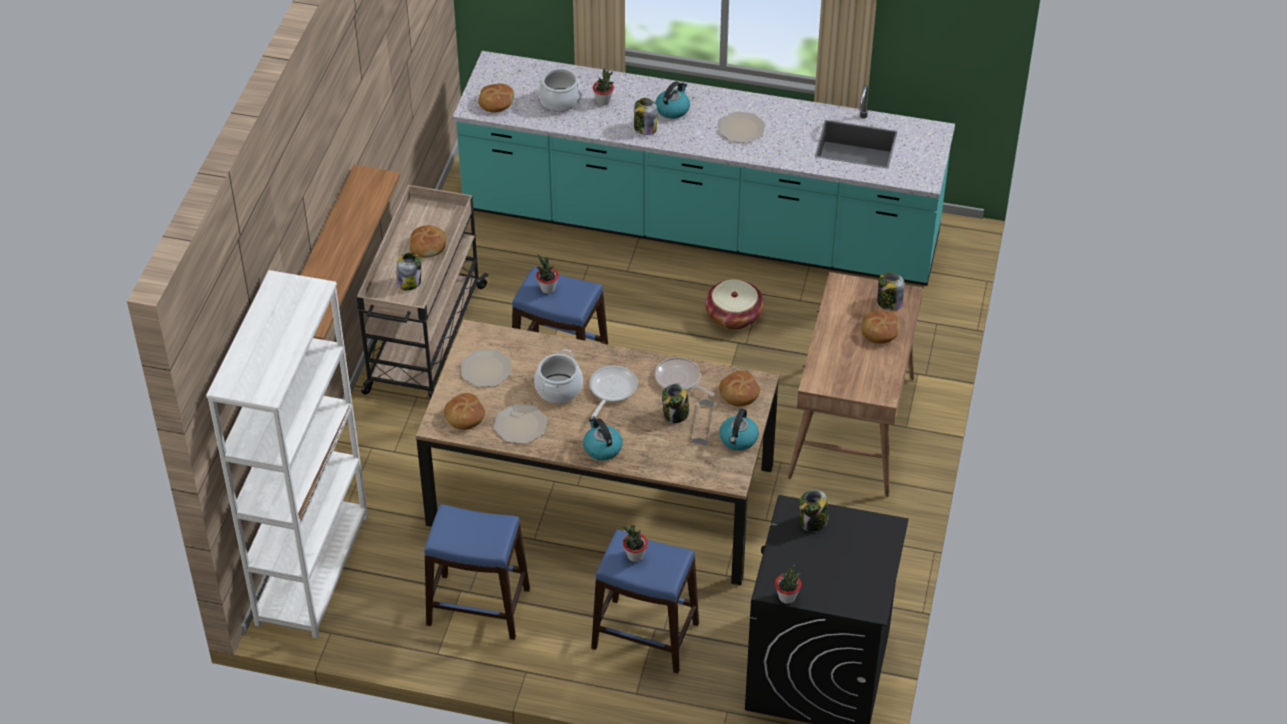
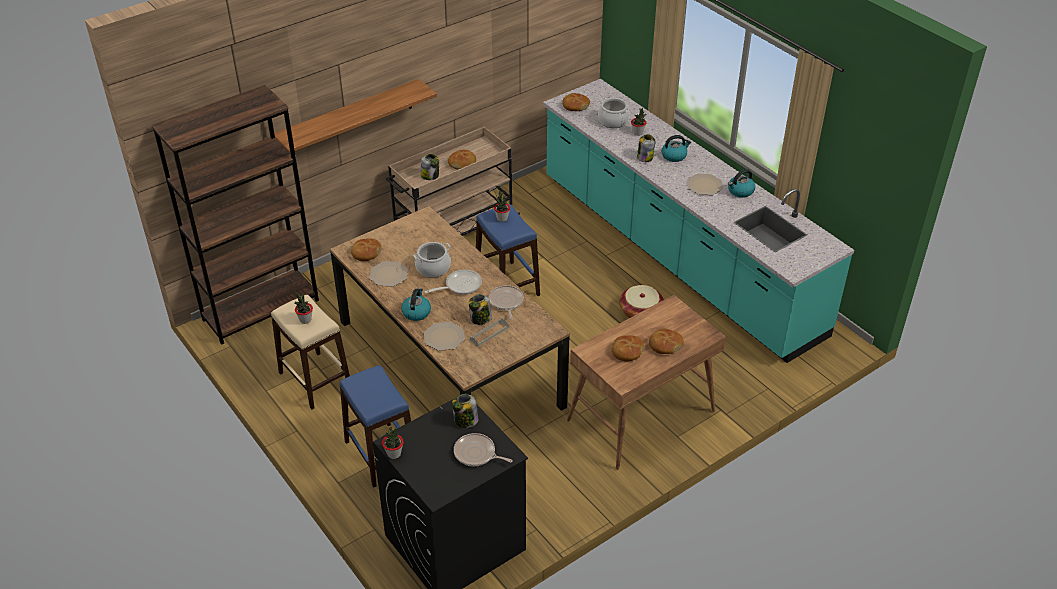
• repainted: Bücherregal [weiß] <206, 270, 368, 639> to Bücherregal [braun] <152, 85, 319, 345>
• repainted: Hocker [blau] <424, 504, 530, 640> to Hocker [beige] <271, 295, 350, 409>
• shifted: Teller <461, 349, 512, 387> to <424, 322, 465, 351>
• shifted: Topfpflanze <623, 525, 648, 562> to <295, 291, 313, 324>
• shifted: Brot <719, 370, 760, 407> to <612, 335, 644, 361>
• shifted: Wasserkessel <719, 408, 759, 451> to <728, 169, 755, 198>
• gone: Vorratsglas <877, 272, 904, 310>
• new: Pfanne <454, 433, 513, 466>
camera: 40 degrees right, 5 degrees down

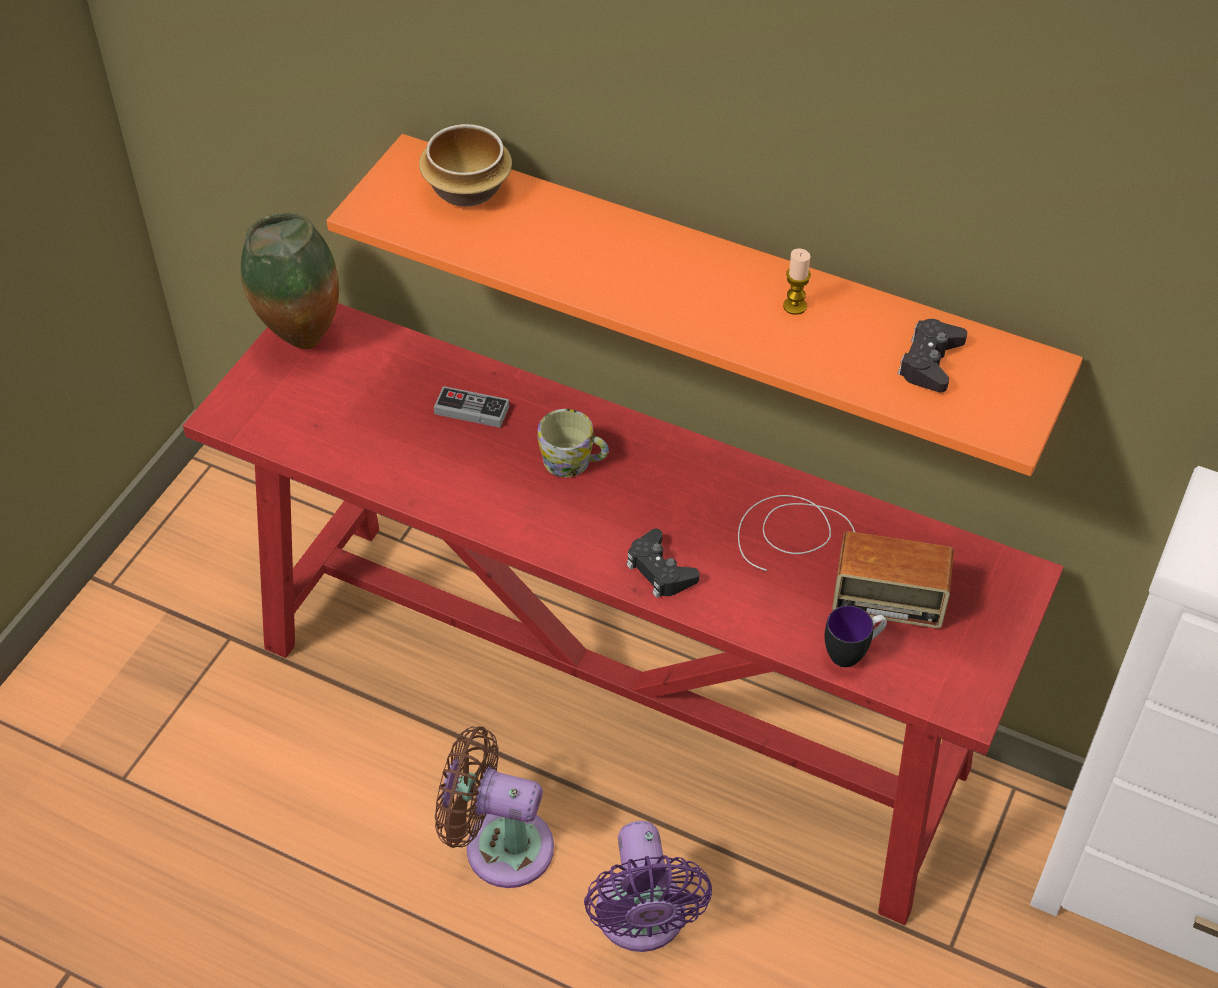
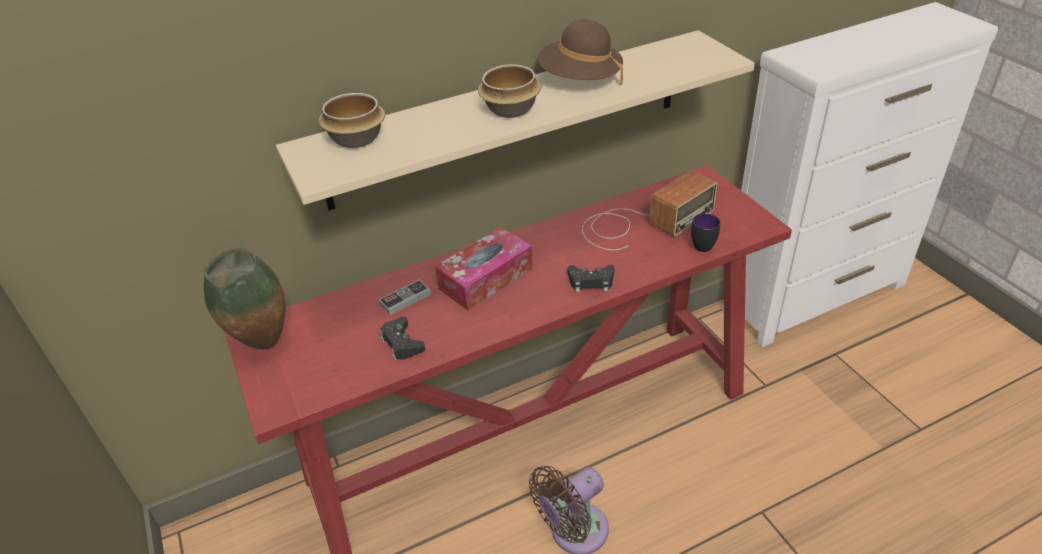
• repainted: Wandregal [orange] <327, 134, 1083, 476> to Wandregal [beige] <276, 30, 755, 211>
• swapped: Henkelbecher <538, 409, 609, 477> to Taschentuchbox <435, 227, 533, 310>
• gone: Ventilator [lila] <584, 821, 712, 952>
• swapped: Kerze <783, 249, 811, 315> to Hut [braun] <538, 19, 623, 85>
• shifted: Gamepad [schwarz] <897, 319, 967, 392> to <380, 316, 425, 360>
• new: Schüssel <478, 64, 541, 118>
camera: 50 degrees left, 10 degrees down

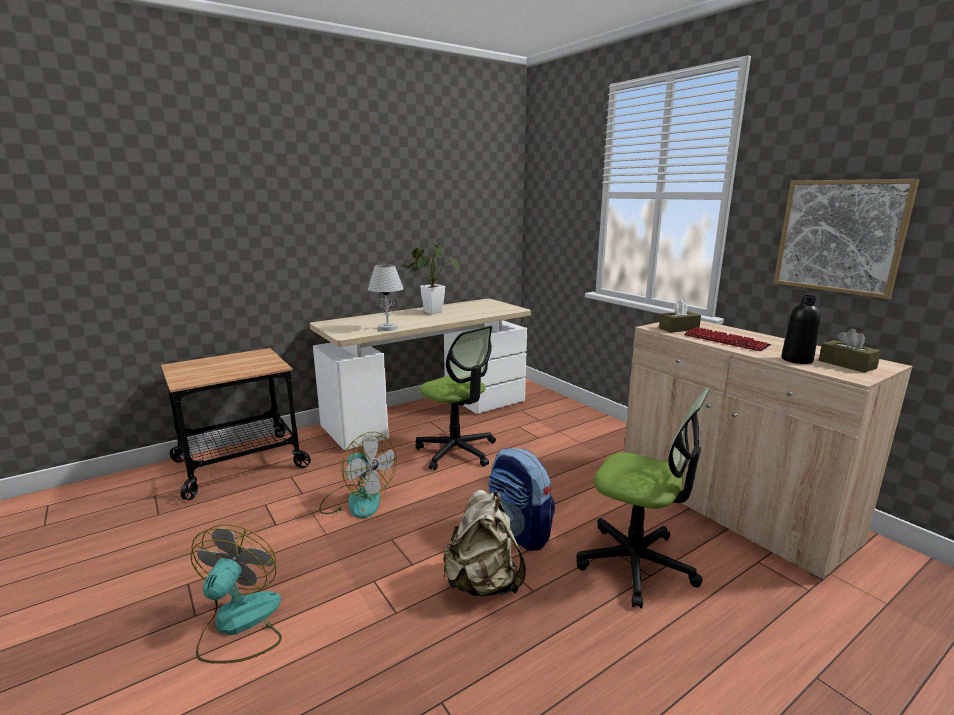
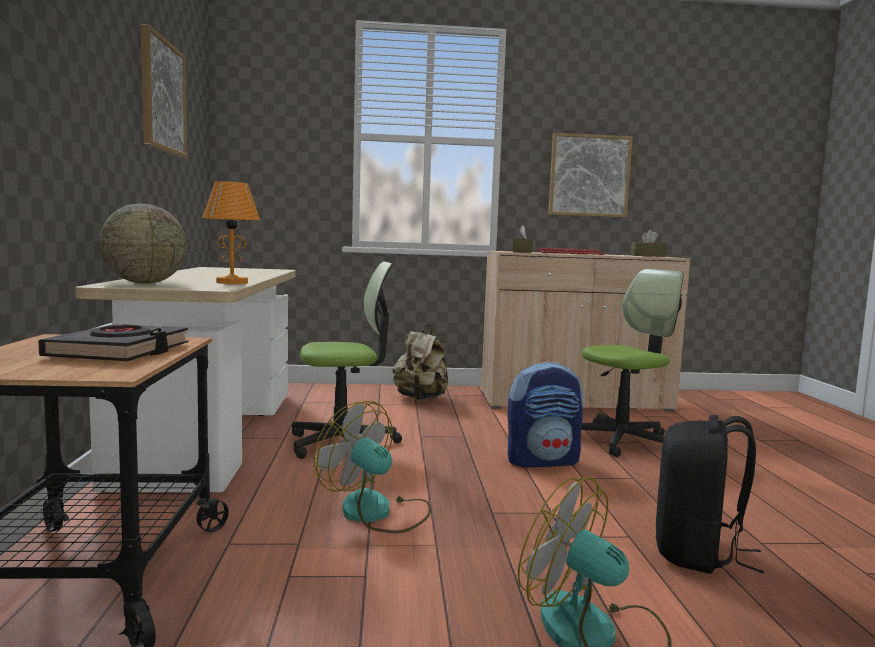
• rotated: Ventilator <319, 432, 397, 519> = <314, 401, 431, 533> 120 degrees counterclockwise
• repainted: Tischlampe [weiß] <368, 265, 404, 331> to Tischlampe [orange] <202, 181, 260, 284>
• gone: Topfpflanze <408, 243, 459, 314>
• shifted: Rucksack [beige] <443, 490, 526, 597> to <393, 325, 448, 400>
• gone: Flasche [schwarz] <781, 295, 821, 364>
• new: Buch [schwarz] <38, 324, 189, 361>
• new: Globus <99, 204, 187, 284>
• new: Bild <140, 24, 187, 158>
• new: Rucksack [schwarz] <656, 415, 764, 574>
camera: 60 degrees left, 10 degrees down

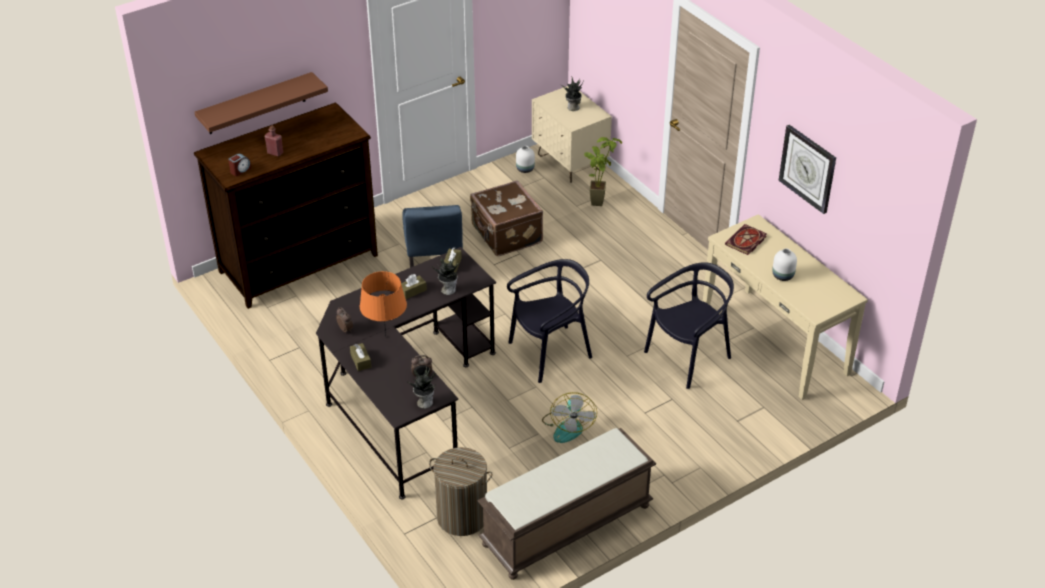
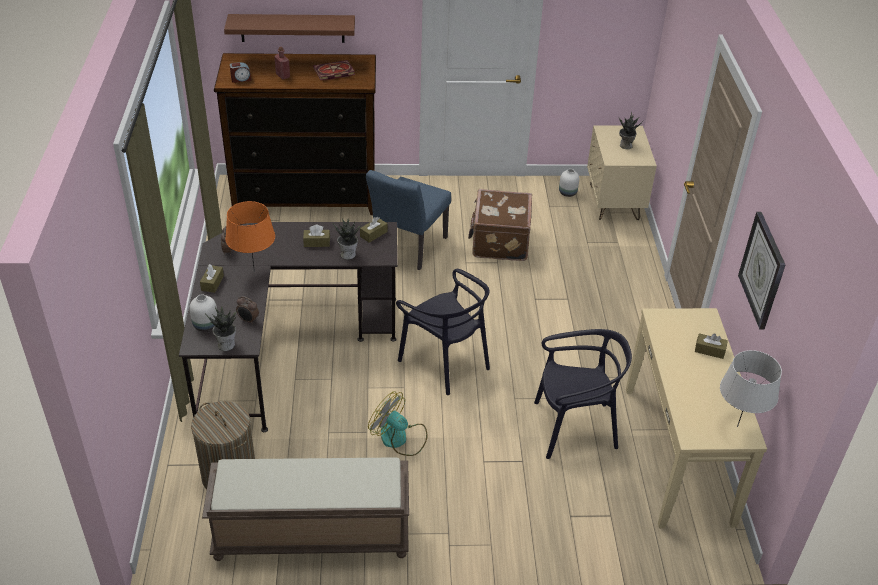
• rotated: Stuhl [schwarz] <507, 259, 592, 383> = <396, 269, 490, 395> 45 degrees clockwise
• rotated: Ventilator <542, 392, 597, 443> = <368, 391, 427, 456> 90 degrees clockwise
• gone: Topfpflanze <584, 137, 622, 206>
• shifted: Buch <725, 224, 767, 255> to <313, 60, 355, 80>
• shifted: Vase [weiß] <772, 249, 797, 281> to <190, 294, 217, 332>
• new: Taschentuchbox [braun] <695, 333, 728, 359>
• new: Tischlampe [grau] <720, 350, 782, 427>
camera: 30 degrees right, 0 degrees up

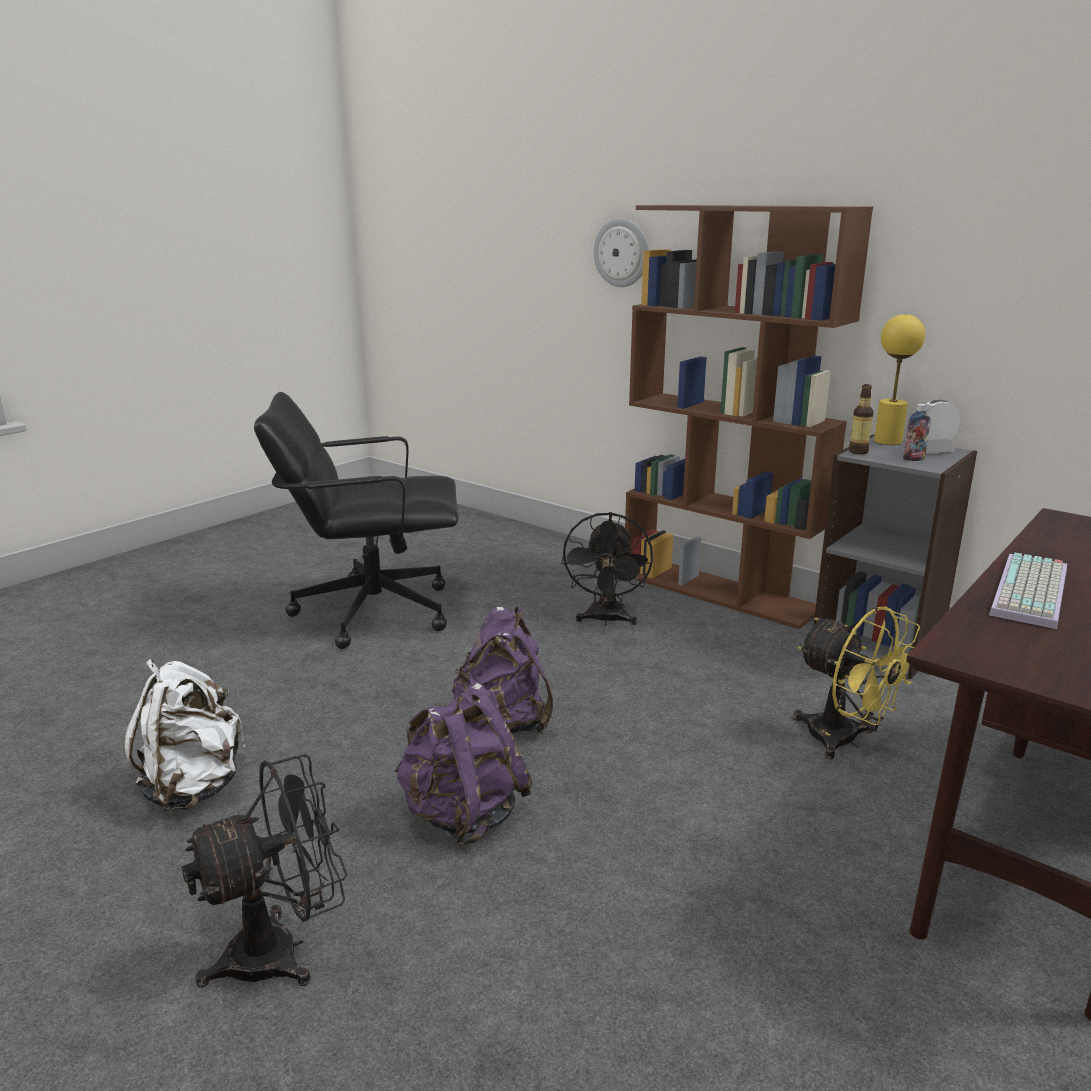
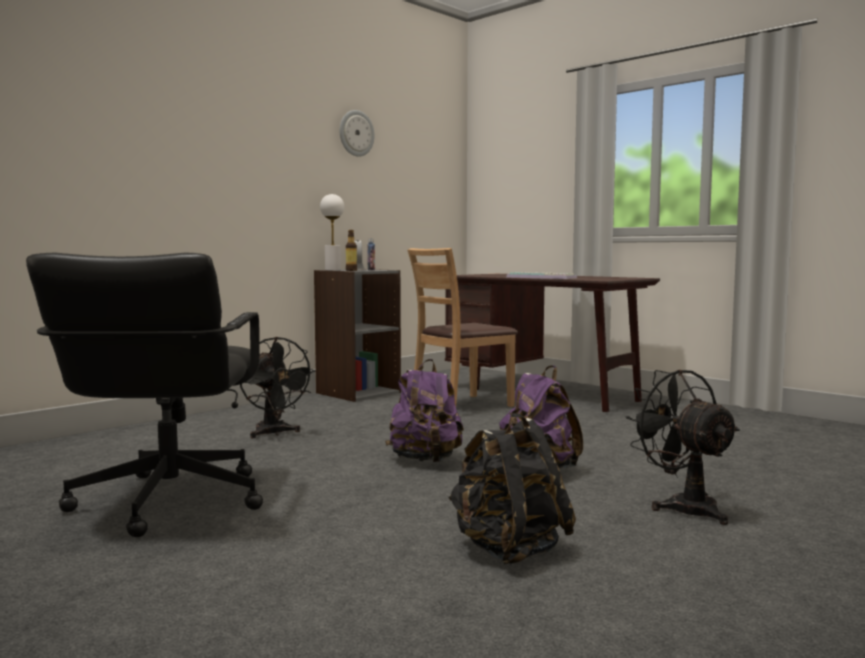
• repainted: Rucksack [weiß] <123, 659, 245, 811> to Rucksack [schwarz] <449, 413, 576, 564>
• rotated: Ventilator [schwarz] <561, 512, 653, 625> = <240, 337, 316, 438> 45 degrees clockwise
• shifted: Wanduhr <594, 218, 648, 287> to <340, 110, 375, 157>
• gone: Bücherregal [braun] <625, 205, 873, 629>
• swapped: Ventilator [gelb] <794, 606, 920, 760> to Stuhl [braun] <407, 248, 518, 407>
• repainted: Tischlampe [gelb] <874, 314, 925, 445> to Tischlampe [weiß] <320, 194, 344, 270>
camera: 85 degrees left, 15 degrees down

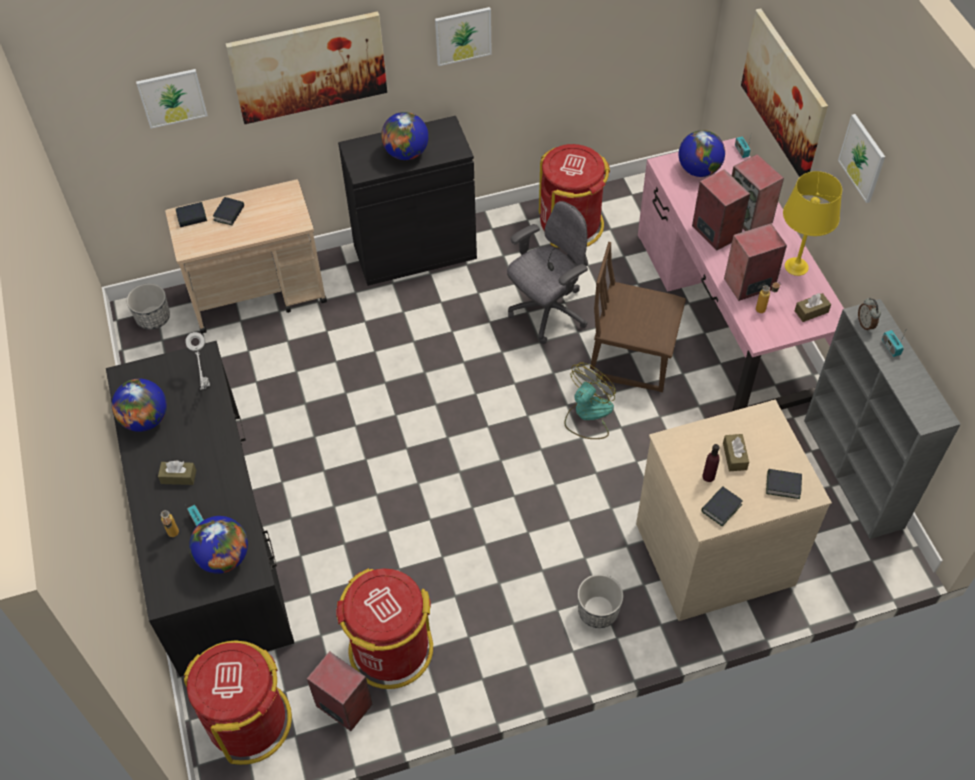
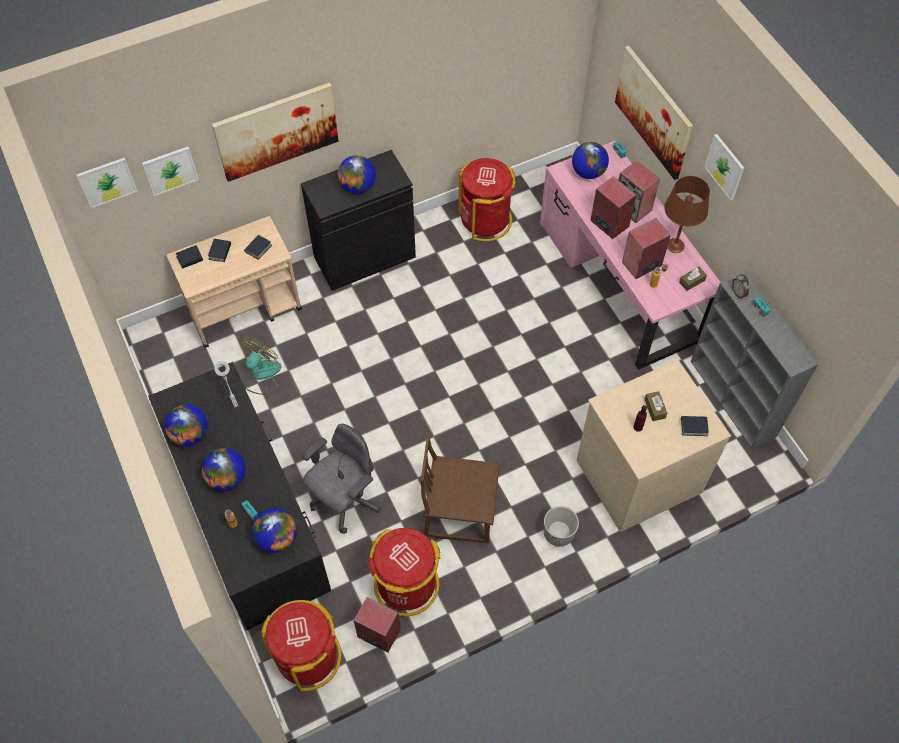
• gone: Pflanzkübel <127, 283, 170, 330>
• swapped: Taschentuchbox [braun] <158, 460, 196, 485> to Globus <202, 448, 246, 491>
• shifted: Bild <435, 7, 492, 66> to <76, 158, 138, 208>
• shifted: Bürostuhl [grau] <507, 201, 588, 344> to <302, 424, 381, 534>
• shifted: Ventilator <565, 363, 616, 439> to <241, 337, 281, 395>
• shifted: Stuhl [braun] <590, 242, 686, 392> to <421, 436, 500, 543>
• shifted: Buch <701, 486, 743, 526> to <244, 235, 272, 260>
• repainted: Tischlampe [gelb] <783, 171, 842, 276> to Tischlampe [braun] <664, 176, 710, 253>
camera: 10 degrees left, 5 degrees up

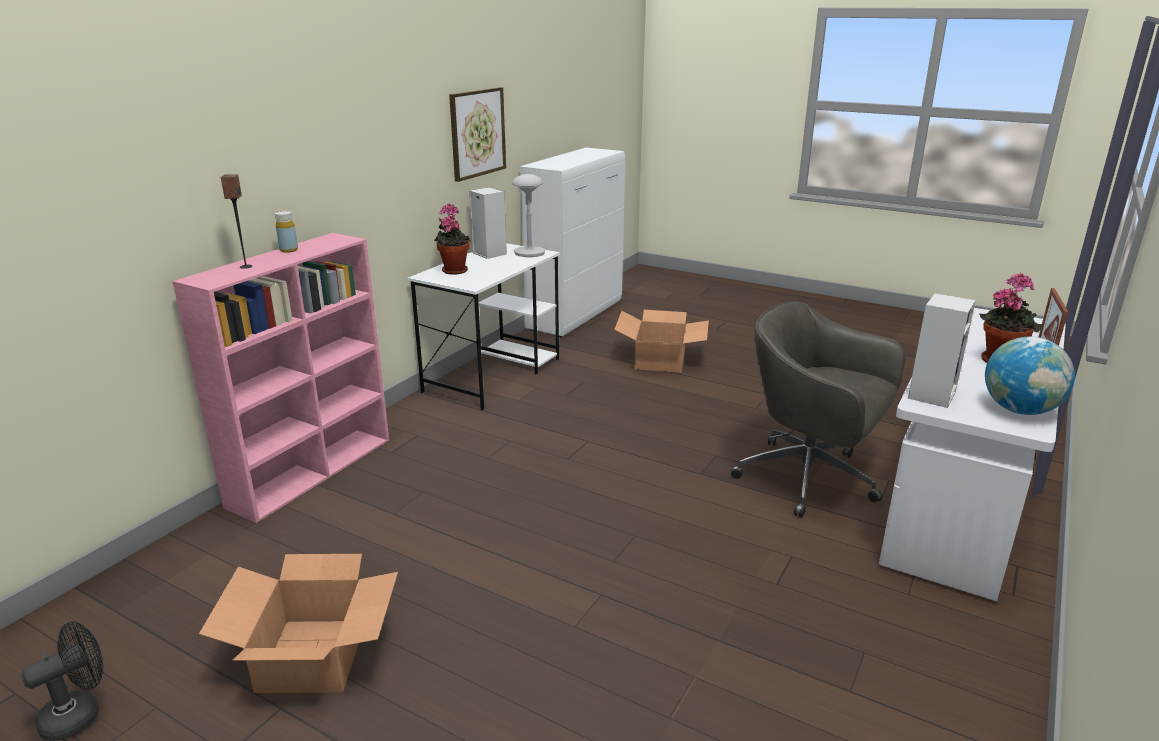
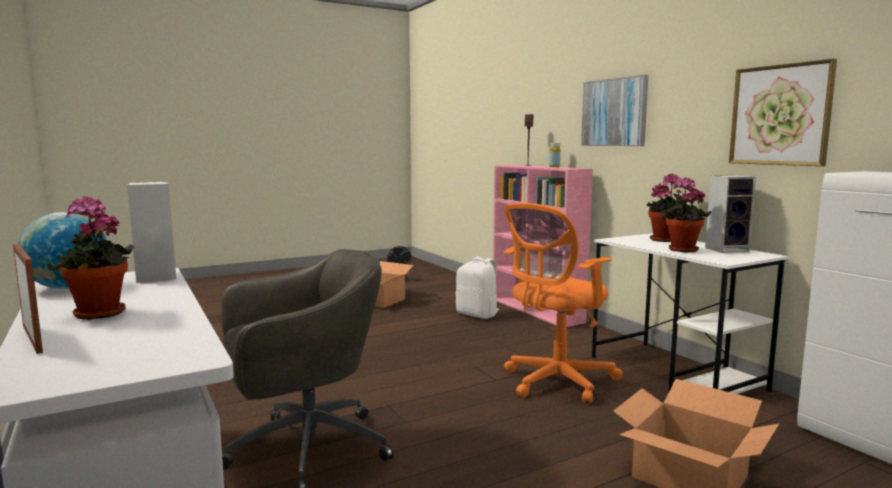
• gone: Tischlampe [grau] <512, 174, 545, 257>
• new: Rucksack [weiß] <455, 256, 499, 319>
• new: Bürostuhl [orange] <504, 203, 623, 404>
• new: Bild <581, 75, 649, 146>
• new: Topfpflanze <661, 177, 711, 252>
camera: 120 degrees right, 15 degrees down

